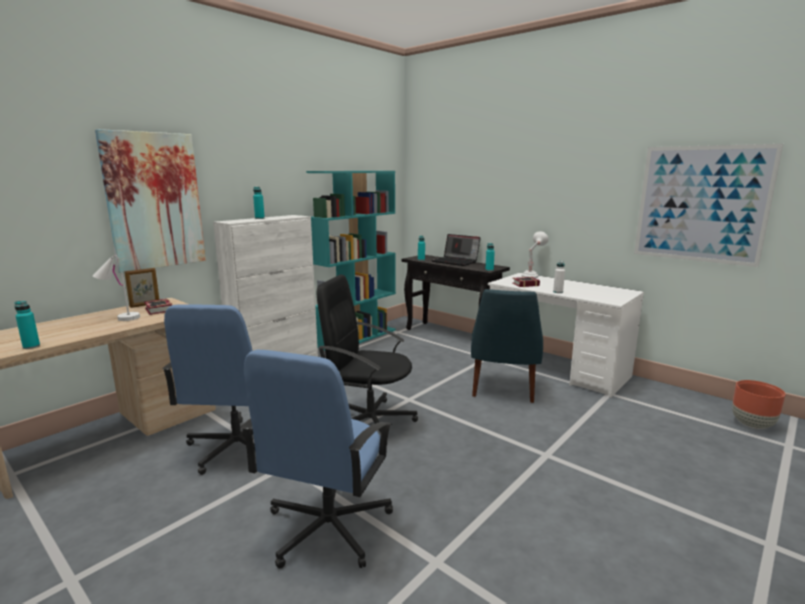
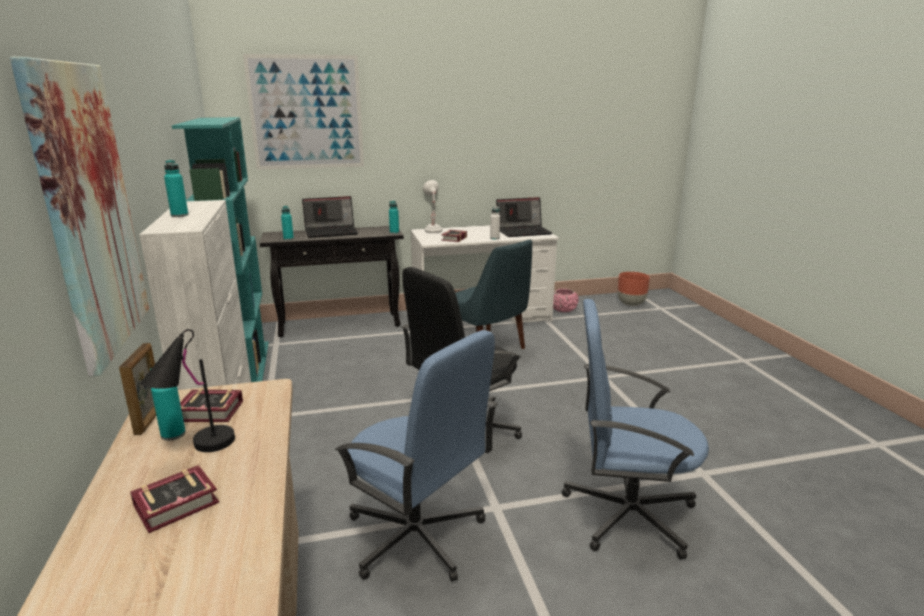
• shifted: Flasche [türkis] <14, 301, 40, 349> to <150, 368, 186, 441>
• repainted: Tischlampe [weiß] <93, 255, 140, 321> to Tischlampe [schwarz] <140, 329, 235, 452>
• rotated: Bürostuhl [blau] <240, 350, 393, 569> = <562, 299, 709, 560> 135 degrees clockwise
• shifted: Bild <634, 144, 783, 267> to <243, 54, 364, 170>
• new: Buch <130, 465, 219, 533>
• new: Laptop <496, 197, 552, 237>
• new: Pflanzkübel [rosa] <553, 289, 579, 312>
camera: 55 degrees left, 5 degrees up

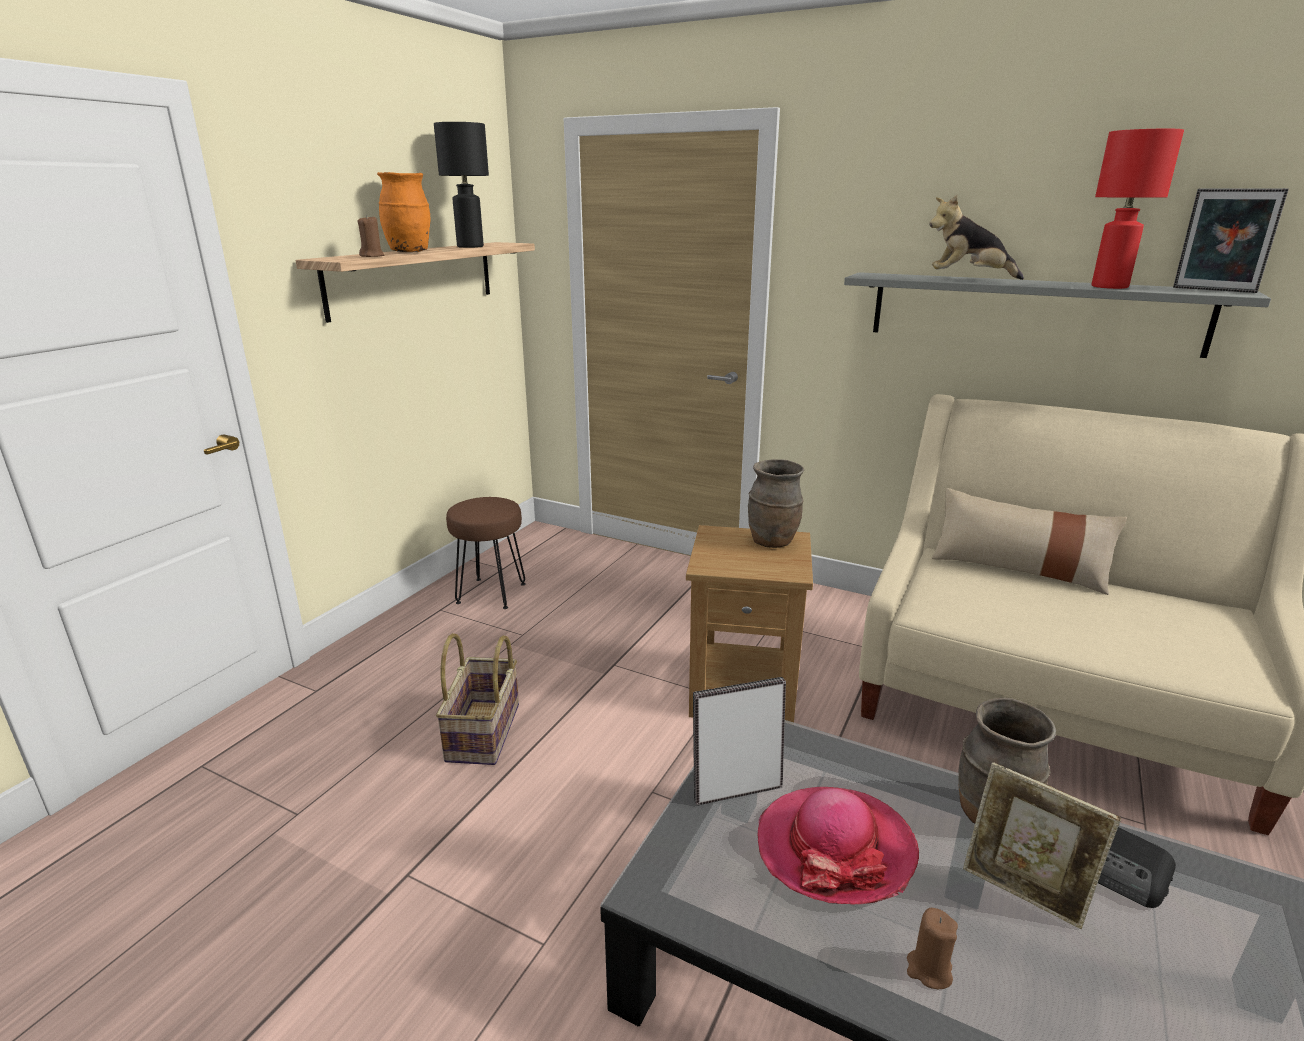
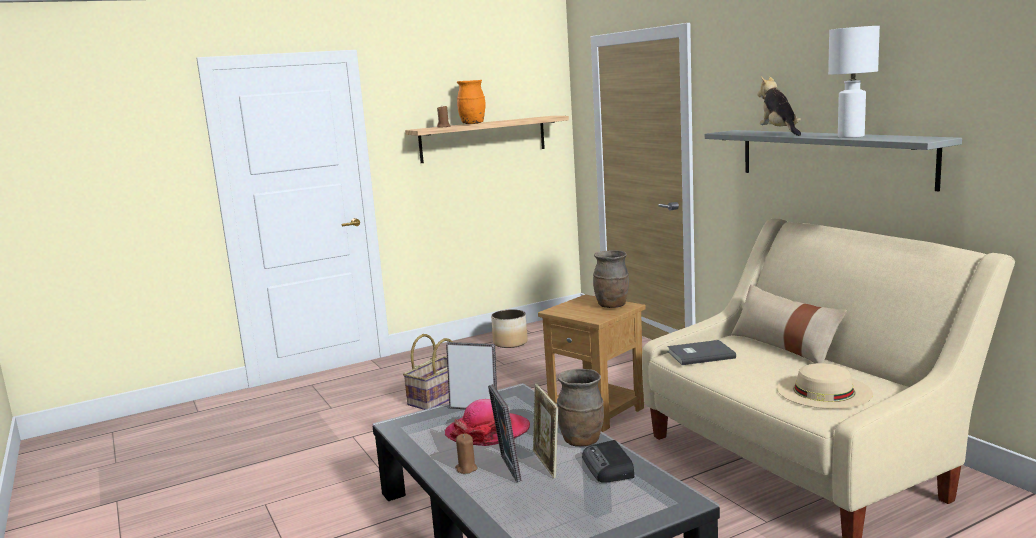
• gone: Tischlampe [schwarz] <434, 122, 489, 248>
• swapped: Hocker [braun] <446, 497, 526, 609> to Pflanzkübel <491, 309, 528, 348>
• rotated: Plüschtier <929, 195, 1024, 280> = <757, 76, 801, 136> 45 degrees clockwise
• repainted: Tischlampe [rot] <1092, 129, 1184, 289> to Tischlampe [weiß] <828, 26, 880, 138>
• shifted: Bilderrahmen <1173, 188, 1289, 293> to <488, 384, 522, 482>
• new: Buch [grau] <667, 340, 736, 365>
• new: Hut [beige] <777, 363, 873, 409>
camera: 35 degrees right, 10 degrees down

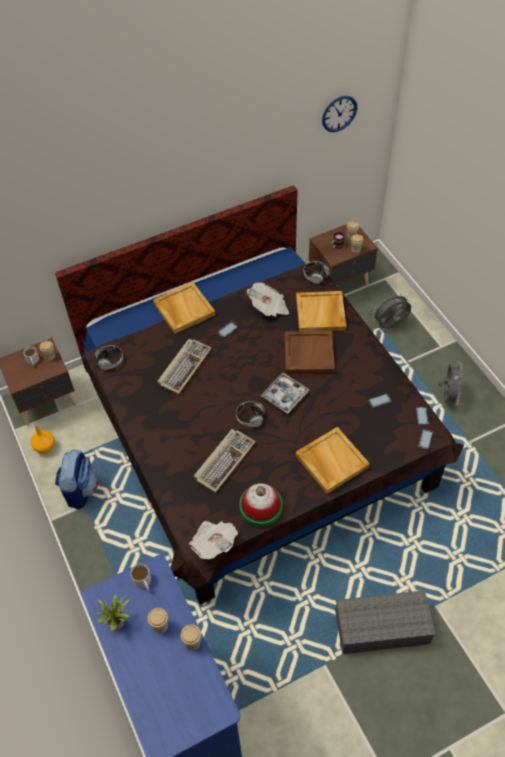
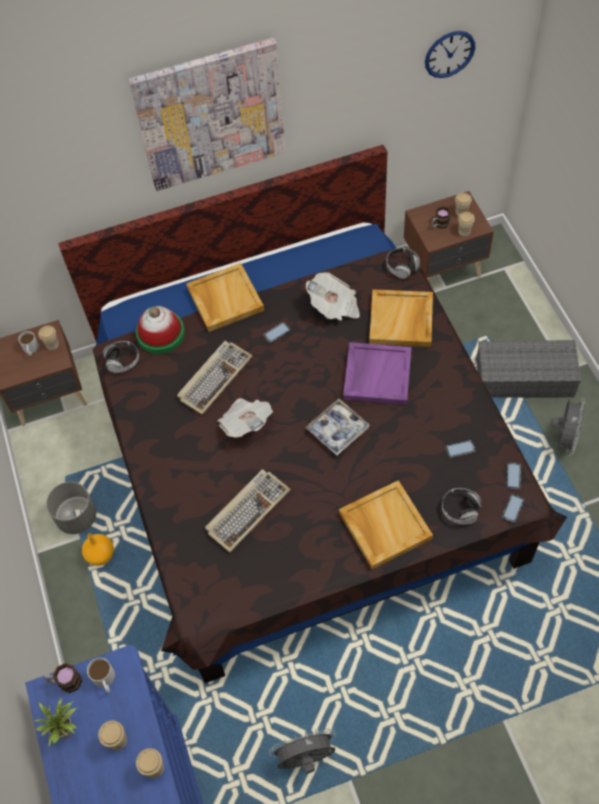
• shifted: Vase [orange] <31, 426, 55, 454> to <82, 533, 114, 566>
• swapped: Rucksack <55, 450, 98, 510> to Pflanzkübel [grau] <46, 482, 96, 534>
• shifted: Zeitung <189, 521, 238, 559> to <218, 398, 273, 437>
• shifted: Kopfhörer <236, 401, 265, 427> to <442, 488, 482, 525>
• shifted: Hut <239, 483, 283, 527> to <136, 306, 185, 354>
• repainted: Tablett [braun] <285, 331, 335, 374> to Tablett [lila] <343, 342, 412, 405>
• shifted: Aufbewahrungsbox [grau] <335, 590, 436, 654> to <476, 340, 581, 398>
• shifted: Ventilator [grau] <372, 293, 411, 328> to <269, 729, 336, 773>
• new: Henkelbecher <44, 663, 82, 693>
• new: Bild <128, 38, 285, 191>
camera: 10 degrees right, 5 degrees up

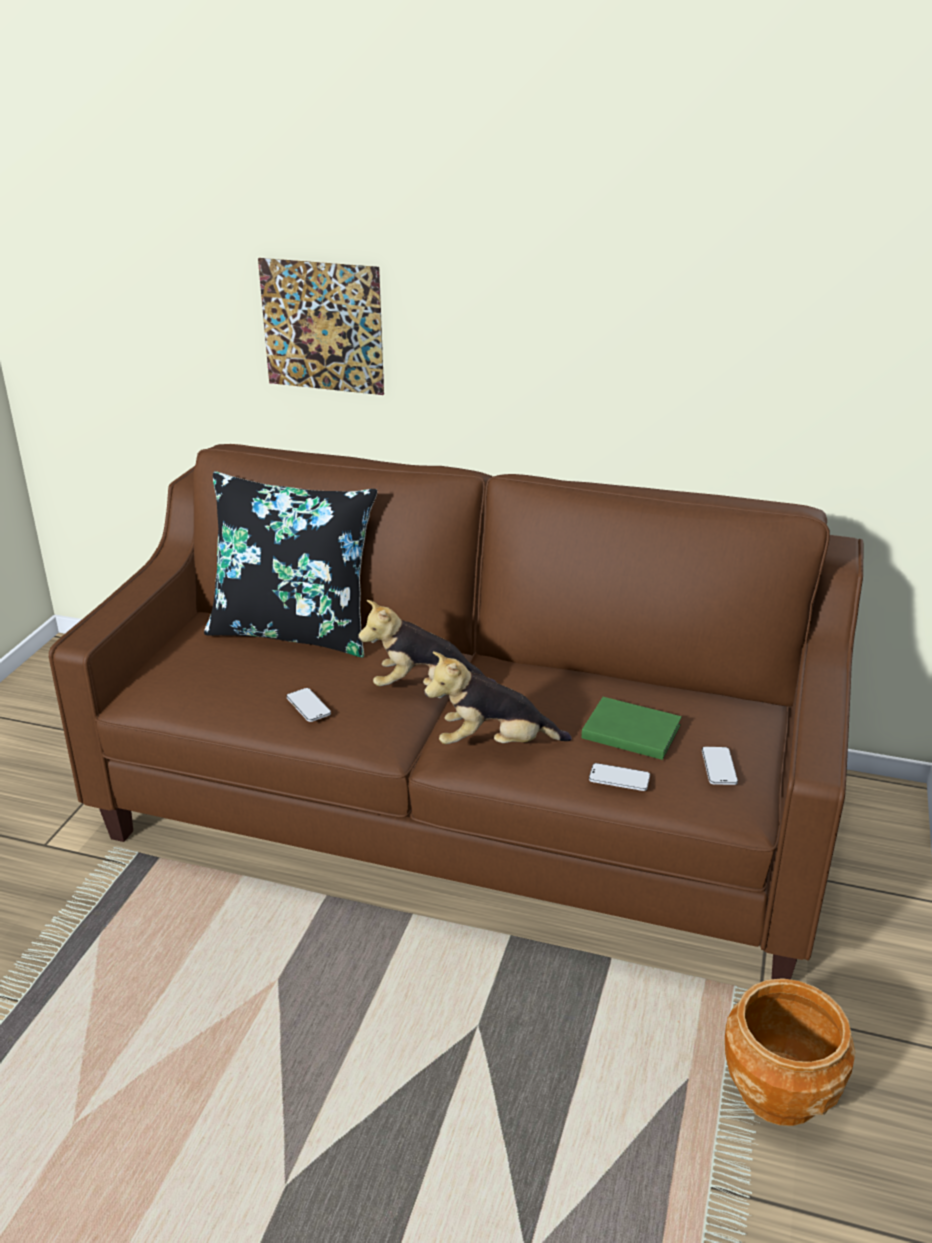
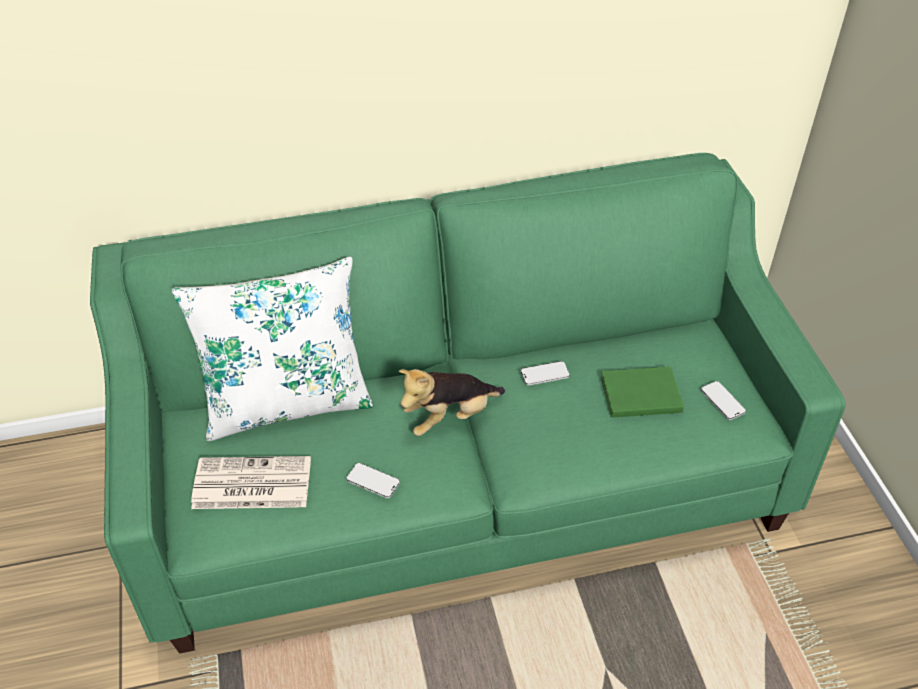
• repainted: Sofa [braun] <49, 444, 863, 979> to Sofa [grün] <90, 153, 846, 654>
• repainted: Kissen [schwarz] <204, 472, 377, 657> to Kissen [weiß] <172, 257, 374, 441>
• gone: Bild <258, 258, 384, 395>
• gone: Plüschtier <425, 651, 572, 744>
• shifted: Handy <589, 763, 650, 791> to <521, 361, 570, 386>
• gone: Pflanzkübel [braun] <725, 978, 855, 1126>
• new: Zeitung <191, 456, 311, 509>
camera: 30 degrees left, 15 degrees up

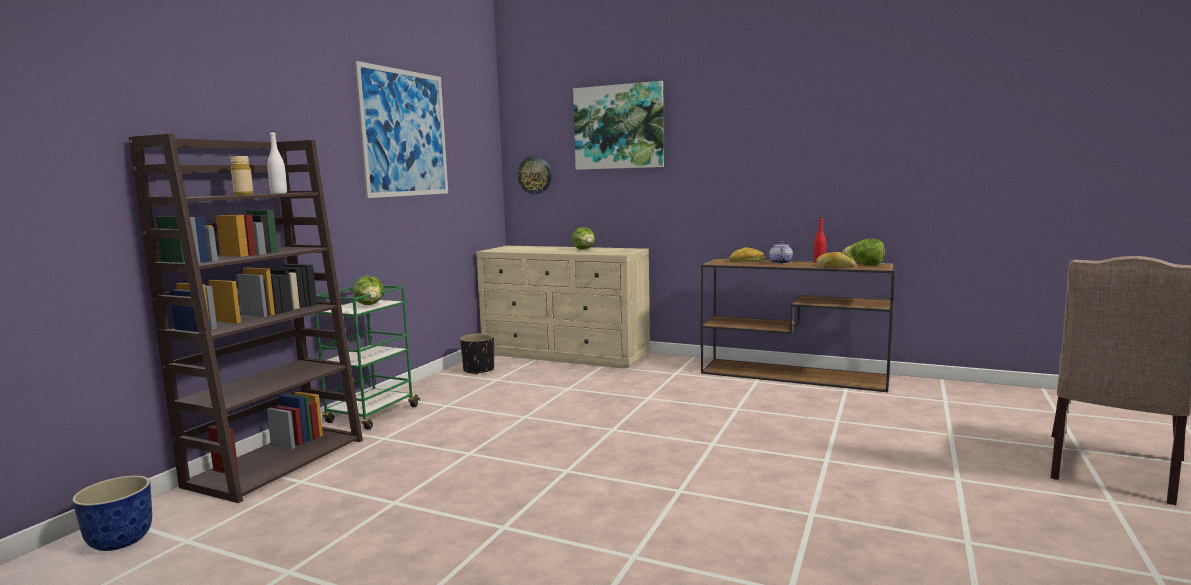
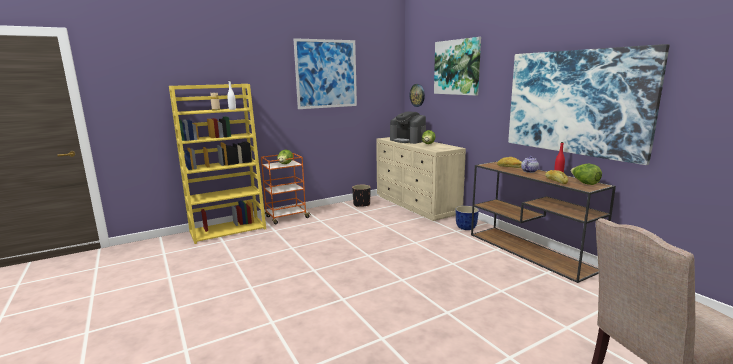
• shifted: Pflanzkübel <72, 476, 152, 551> to <455, 206, 479, 230>
• repainted: Bücherregal [braun] <129, 133, 363, 503> to Bücherregal [gelb] <169, 84, 266, 244>
• repainted: Rollwagen [grün] <315, 285, 420, 430> to Rollwagen [orange] <261, 153, 311, 225>
• new: Kaffeemaschine <390, 111, 426, 144>
• new: Bild <508, 44, 669, 165>
camera: 35 degrees right, 5 degrees up

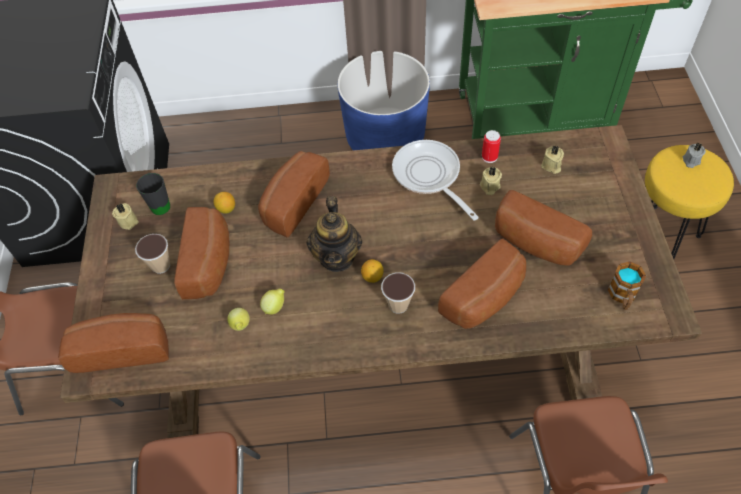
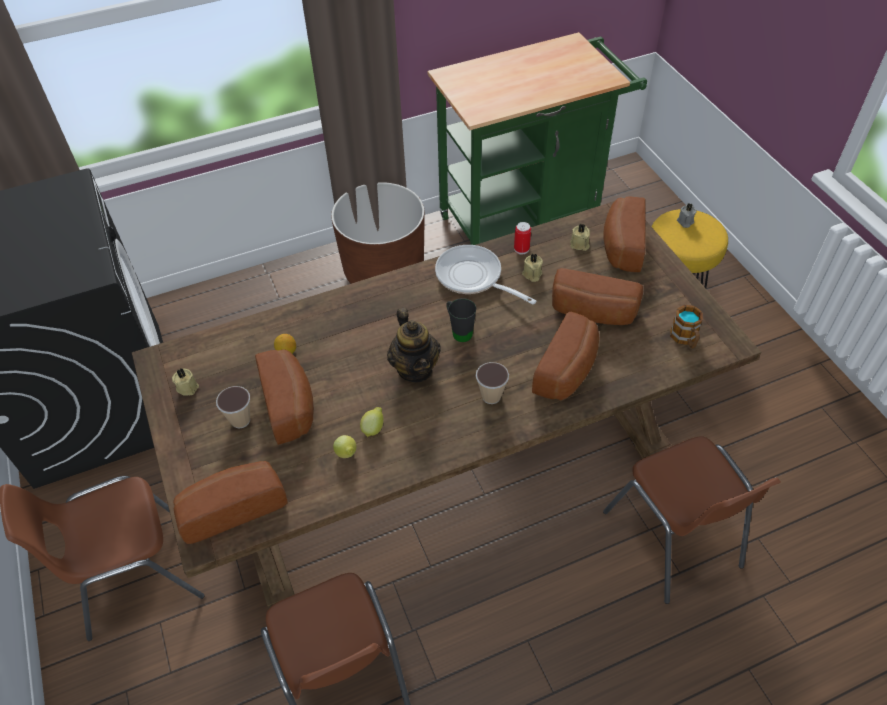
• shifted: Henkelbecher [schwarz] <136, 173, 170, 215> to <446, 298, 476, 342>
• shifted: Brot <258, 151, 330, 237> to <603, 196, 646, 272>
• repainted: Pflanzkübel [blau] <337, 51, 430, 150> to Pflanzkübel [braun] <331, 182, 425, 284>
• gone: Zitrone <361, 259, 384, 283>
camera: 20 degrees left, 5 degrees down

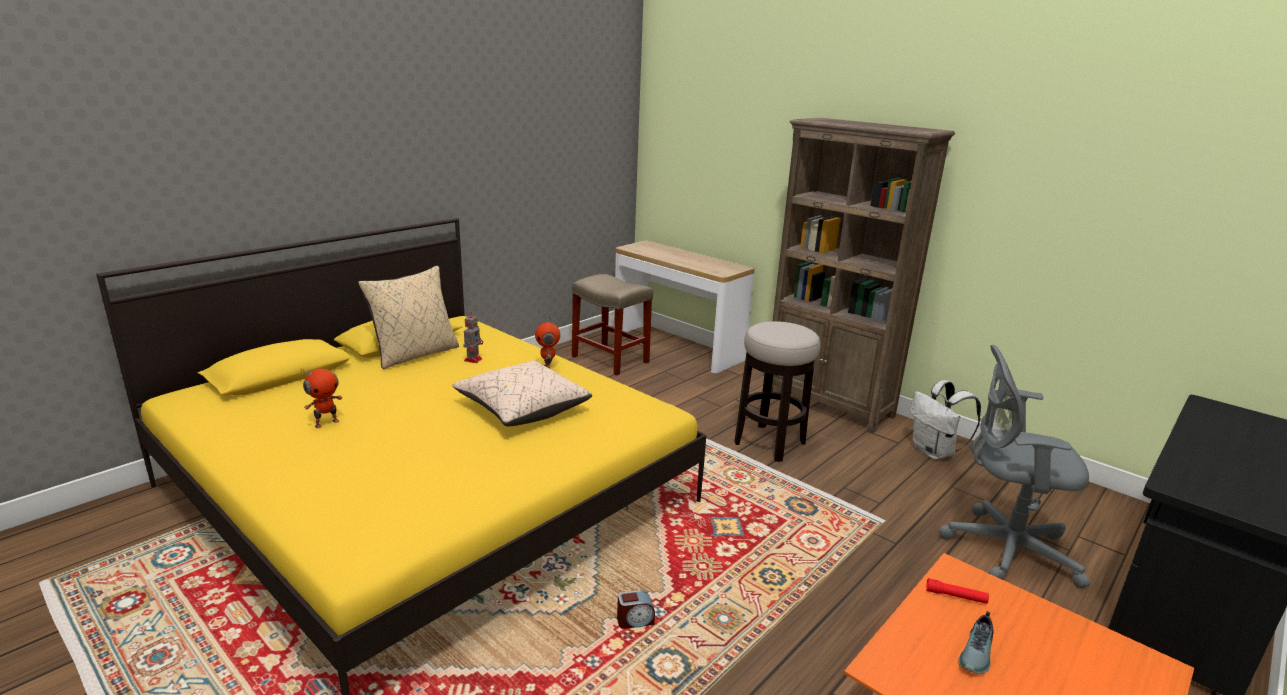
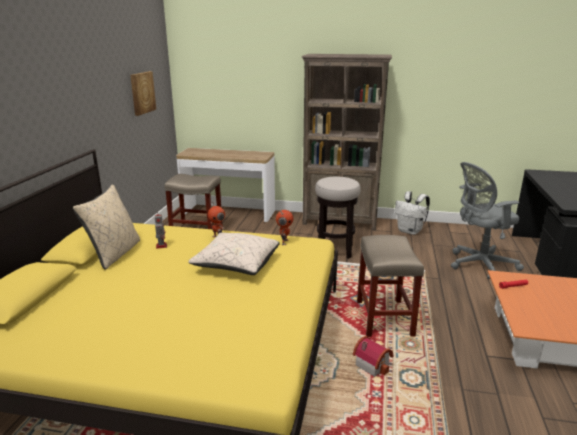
• shifted: Spielzeugroboter <301, 368, 342, 428> to <276, 210, 293, 245>
• swapped: Wecker <617, 590, 655, 629> to Spielzeughaus <353, 336, 394, 377>
• gone: Schuh <958, 611, 994, 674>
• new: Bild <130, 71, 156, 116>
• new: Hocker [beige] <357, 235, 424, 337>
camera: 30 degrees left, 0 degrees up

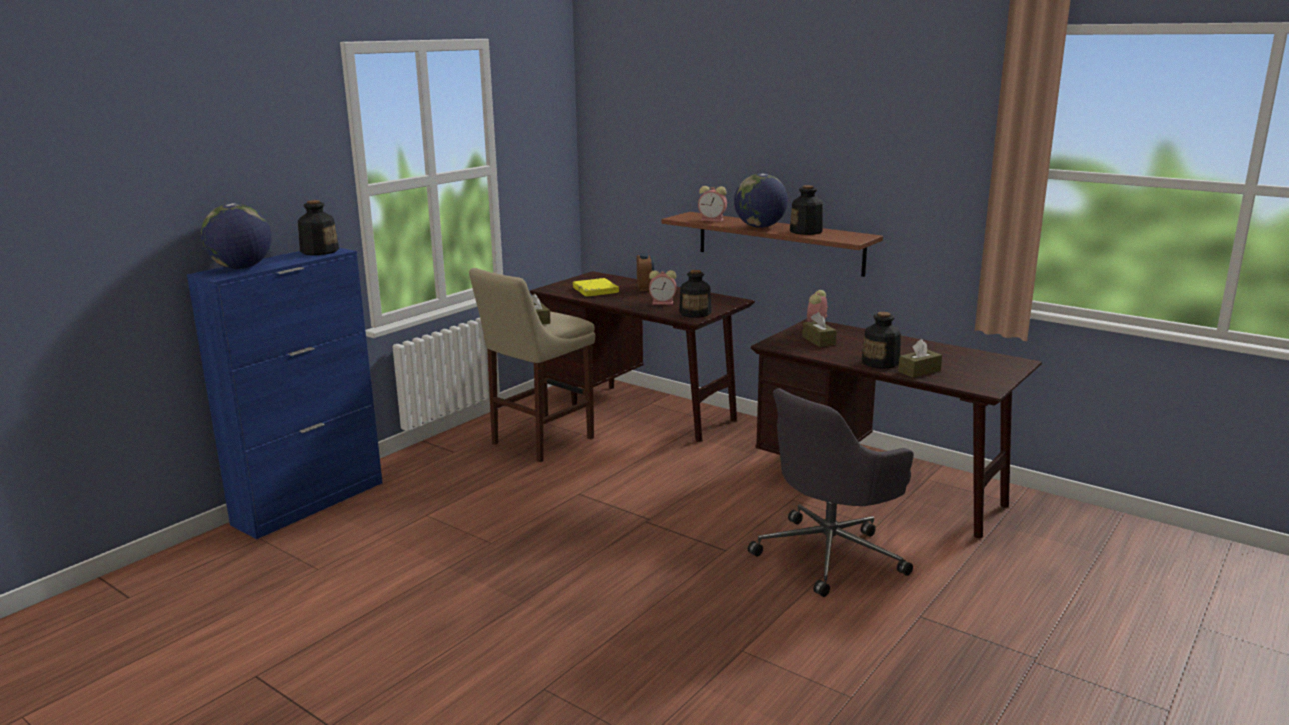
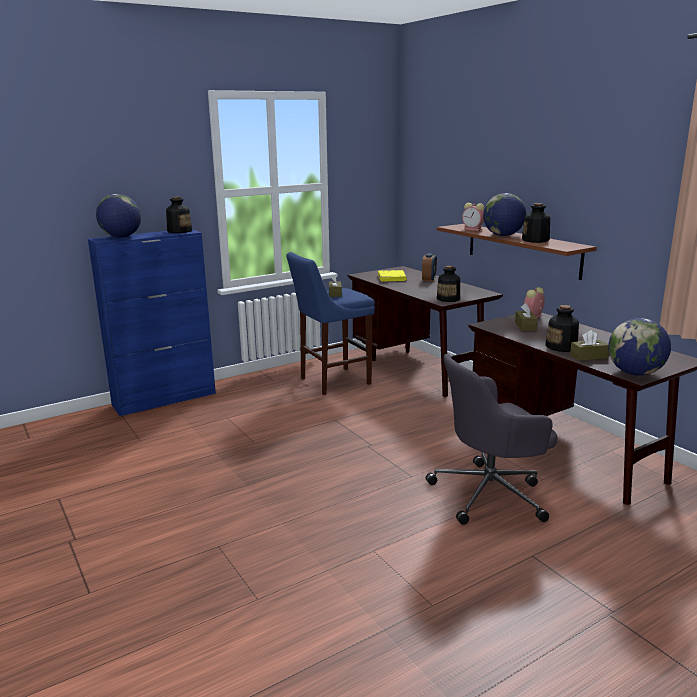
• repainted: Hocker [beige] <469, 268, 595, 462> to Hocker [blau] <287, 252, 375, 395>
• gone: Wecker <649, 270, 676, 305>
• new: Globus <608, 318, 671, 376>
camera: 20 degrees right, 0 degrees up

